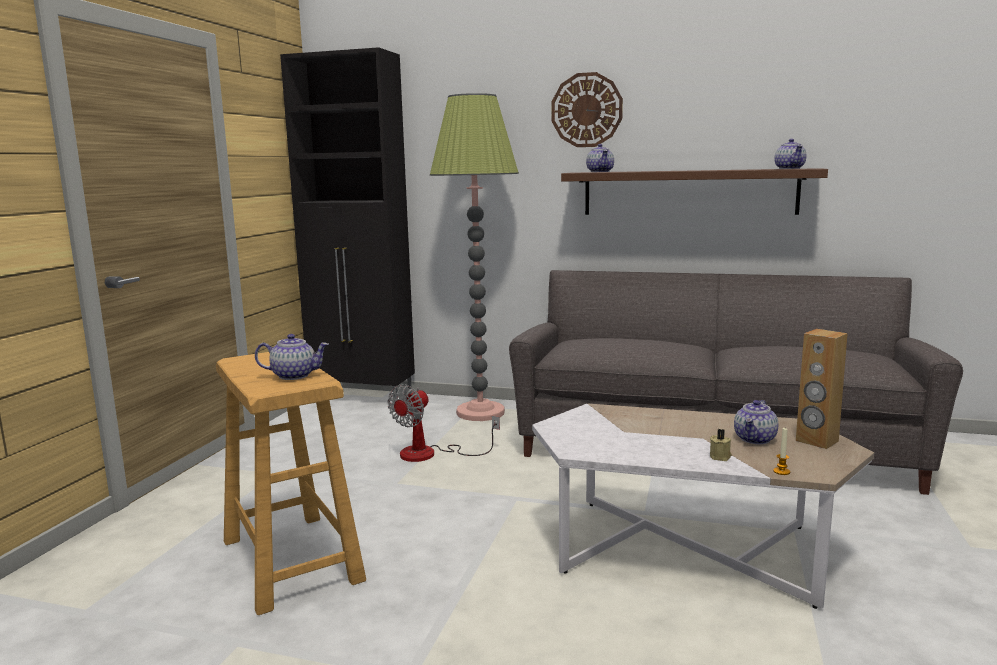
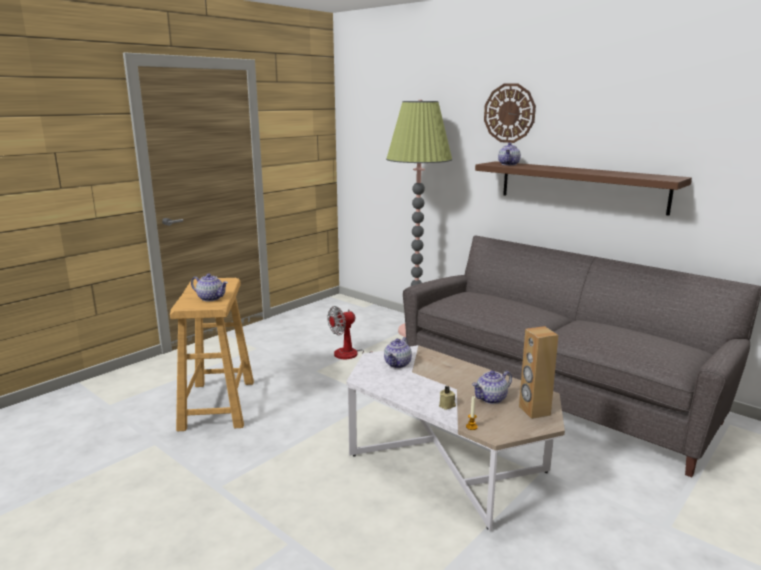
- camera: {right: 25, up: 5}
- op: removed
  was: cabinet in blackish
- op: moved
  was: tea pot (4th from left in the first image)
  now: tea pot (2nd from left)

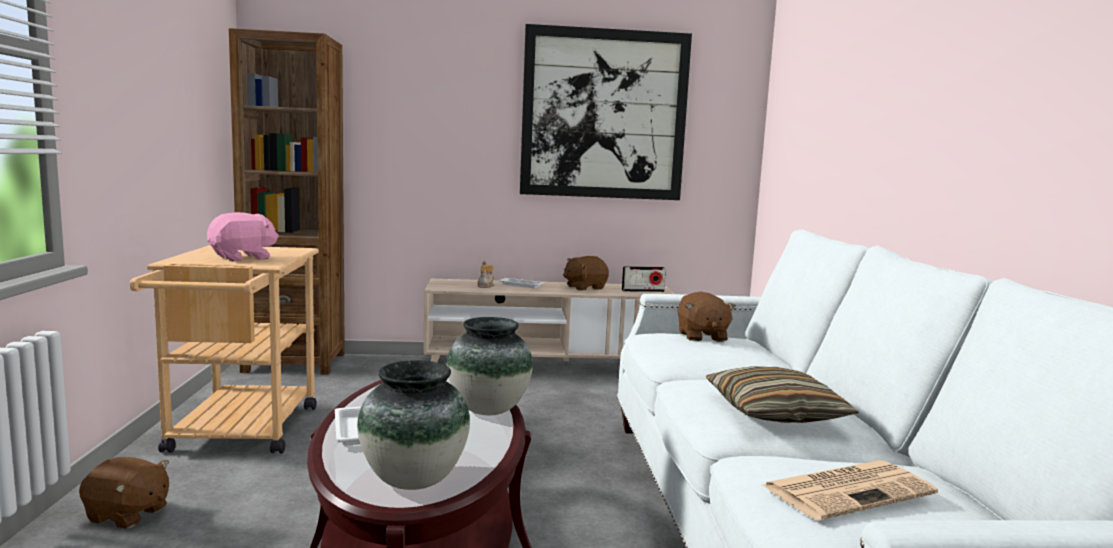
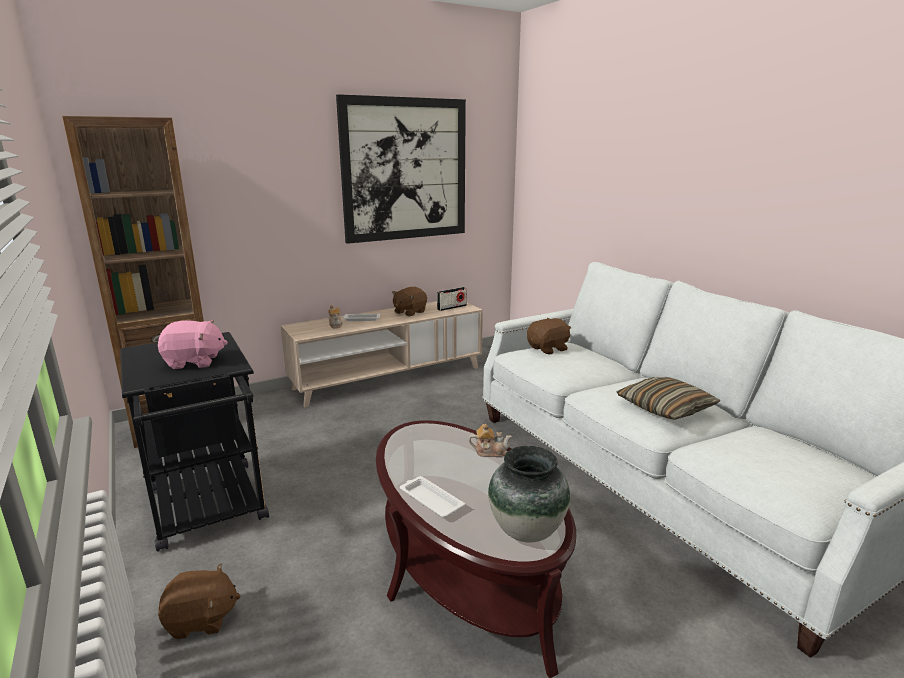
- camera: {right: -25, up: 10}
- op: recoloured
  was: trolley in beige
  now: trolley in blackish
- op: turned
  was: cuddly toy in pink-coloured
  clockwise: 60
- op: replaced
  was: vase (2nd from left)
  now: tea pot (2nd from left)
- op: turned
  was: cuddly toy in brownish (3rd from left)
  clockwise: -90
- op: removed
  was: newspaper

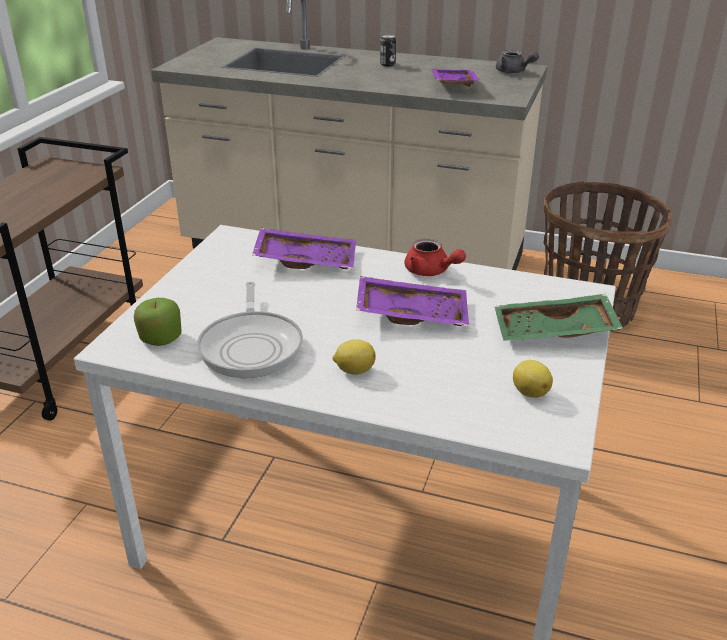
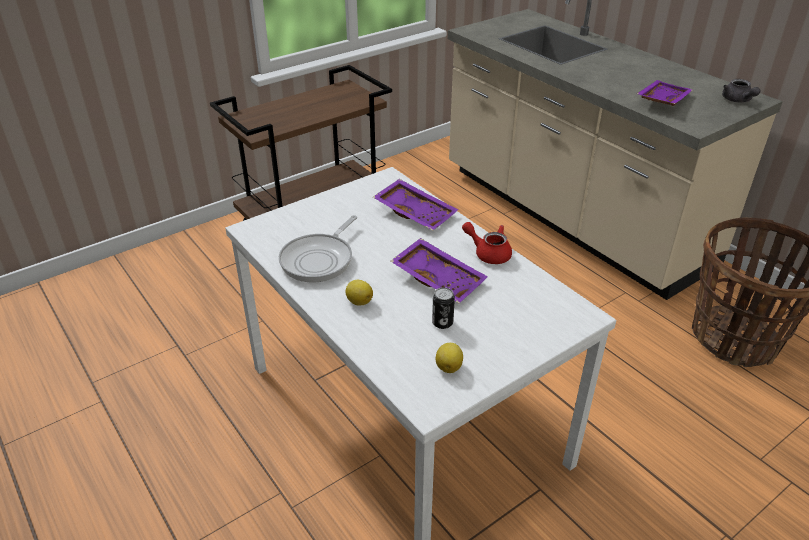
- camera: {right: 35, up: 5}
- op: removed
  was: apple
- op: moved
  was: metal can
- op: turned
  was: tea pot in red-coloured
  clockwise: 135
- op: removed
  was: carrying tray in green

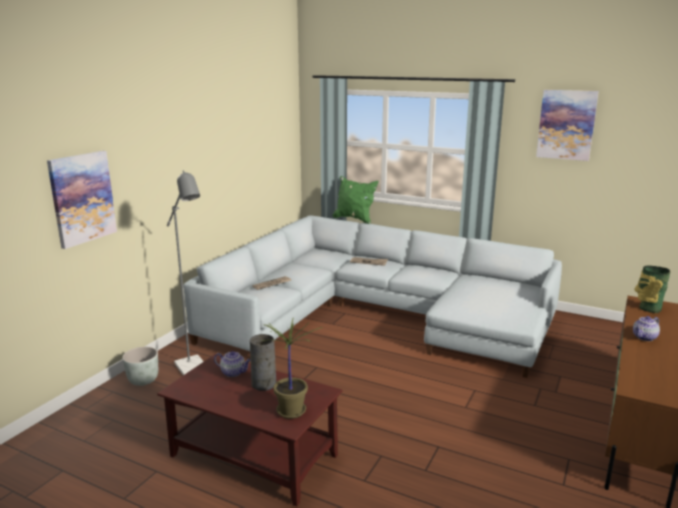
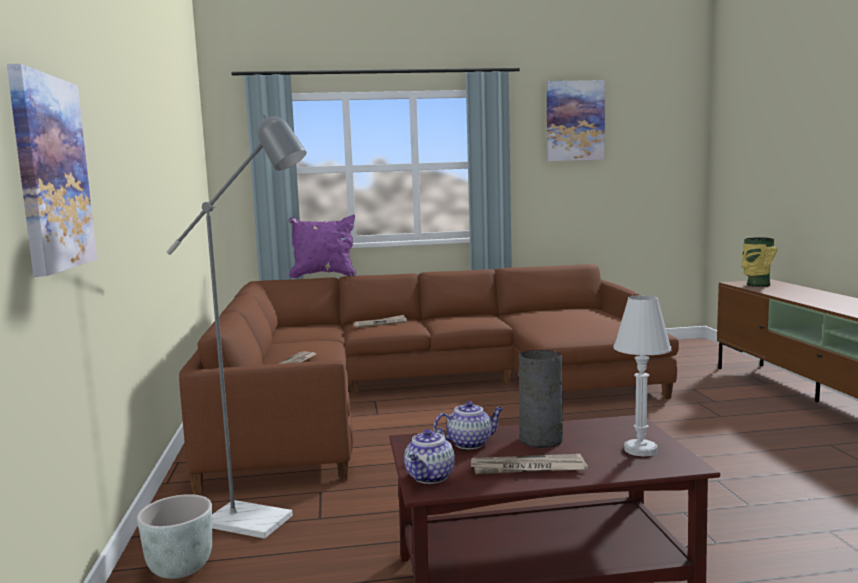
- camera: {right: -35, up: -10}
- op: recoloured
  was: settee in grey
  now: settee in brownish
- op: replaced
  was: potted plant
  now: lamp for a table in whitish
- op: recoloured
  was: pillow in green
  now: pillow in purplish
- op: moved
  was: tea pot (2nd from left in the first image)
  now: tea pot (1st from left)
- op: added
  now: newspaper (3rd from left)

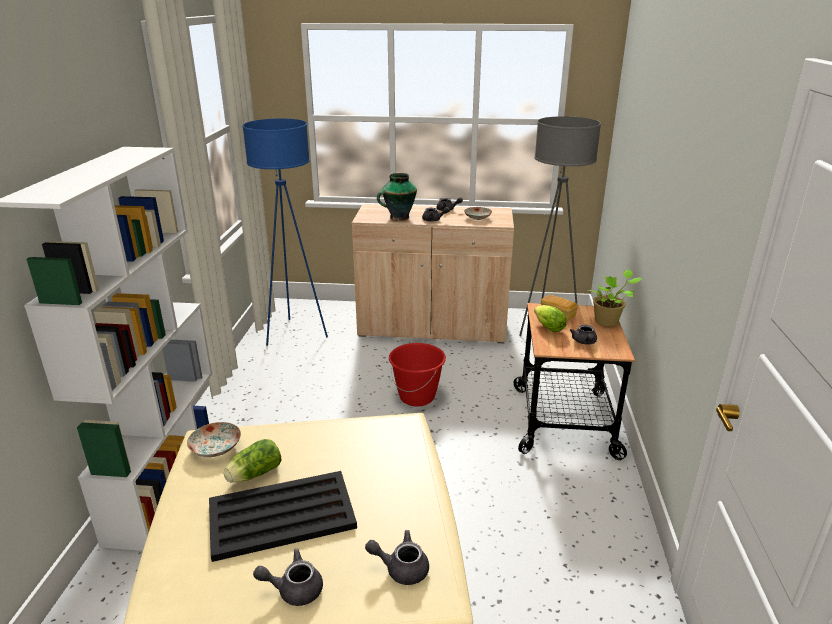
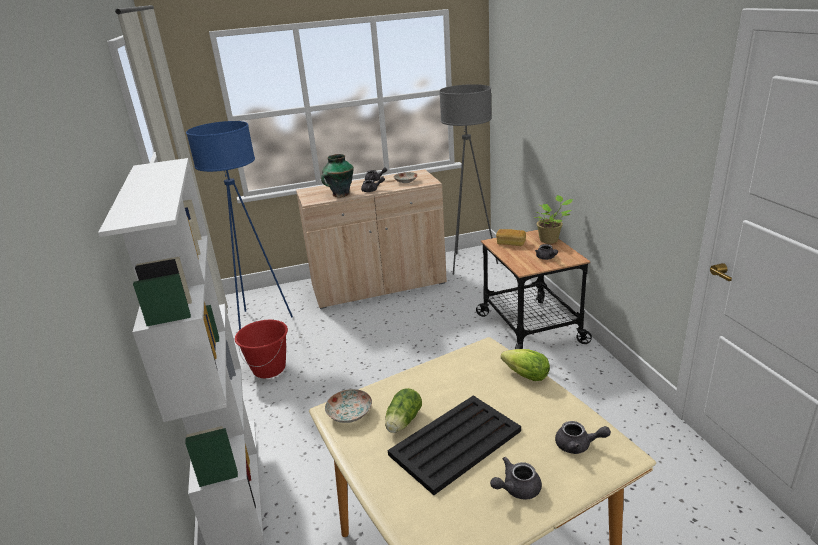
- camera: {right: -20, up: 0}
- op: turned
  was: tea pot in grey (2nd from left in the first image)
  clockwise: -150
- op: moved
  was: pail in red-coloured
- op: moved
  was: head of lettuce (2nd from left)

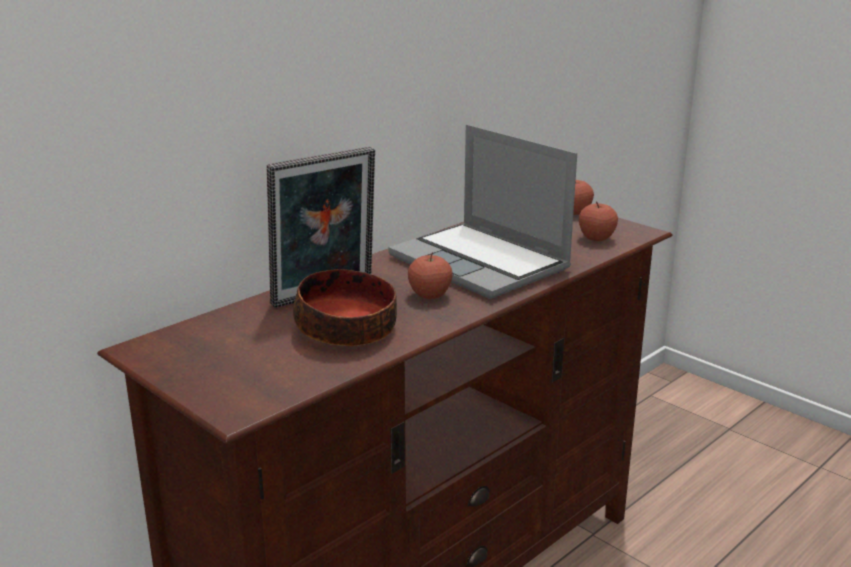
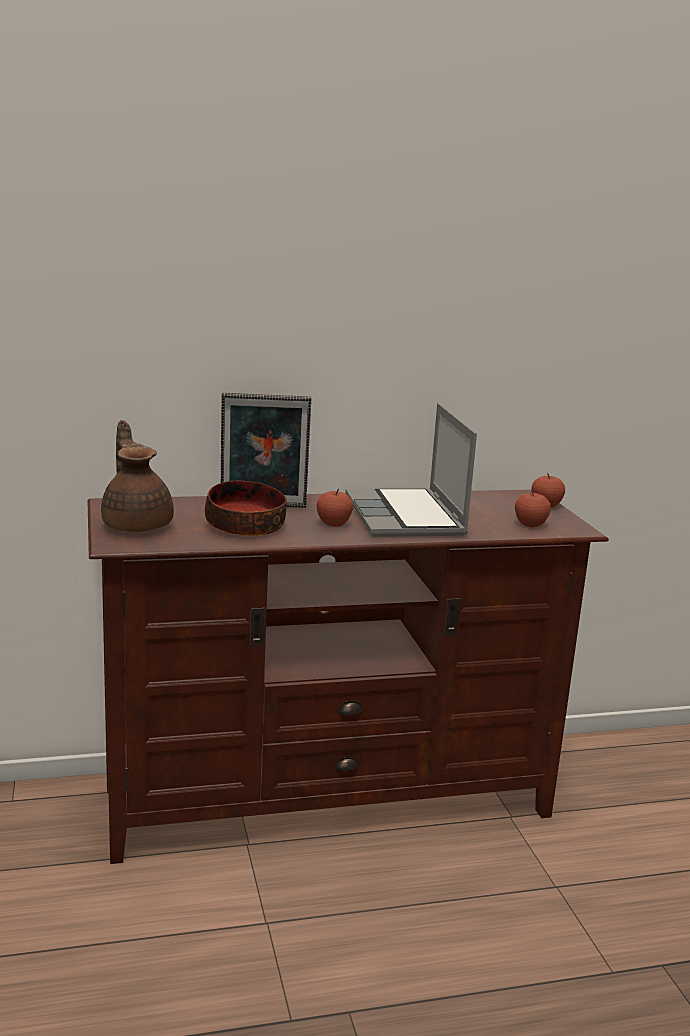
- camera: {right: 30, up: -5}
- op: added
  now: tea pot in brownish

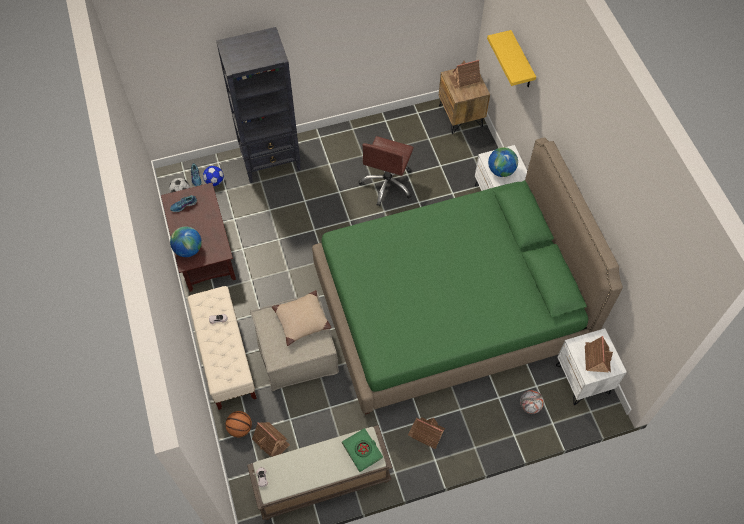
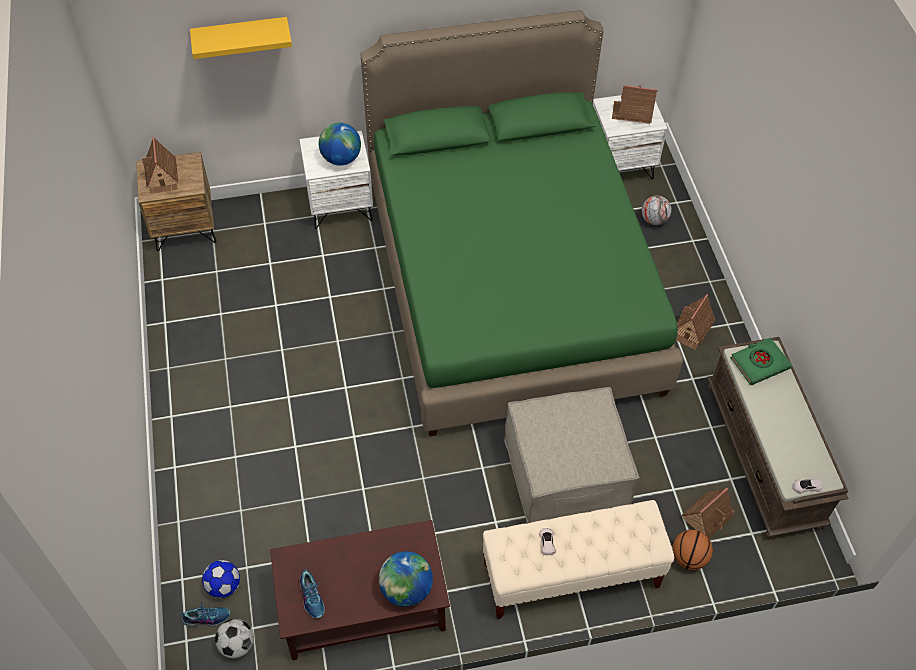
- camera: {right: -85, up: -5}
- op: removed
  was: bookcase in blackish
- op: removed
  was: pillow in beige
- op: removed
  was: office chair in brownish

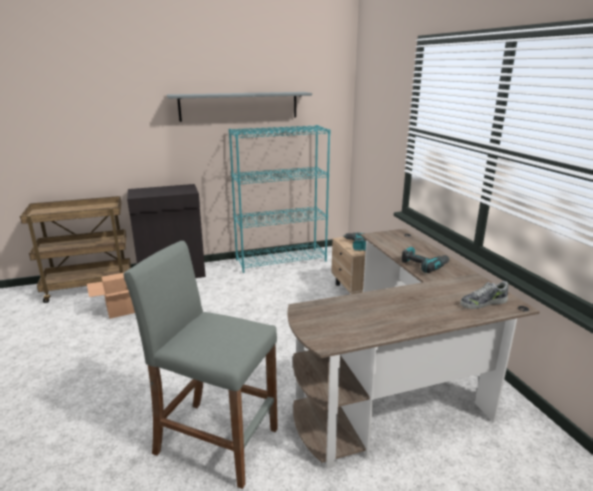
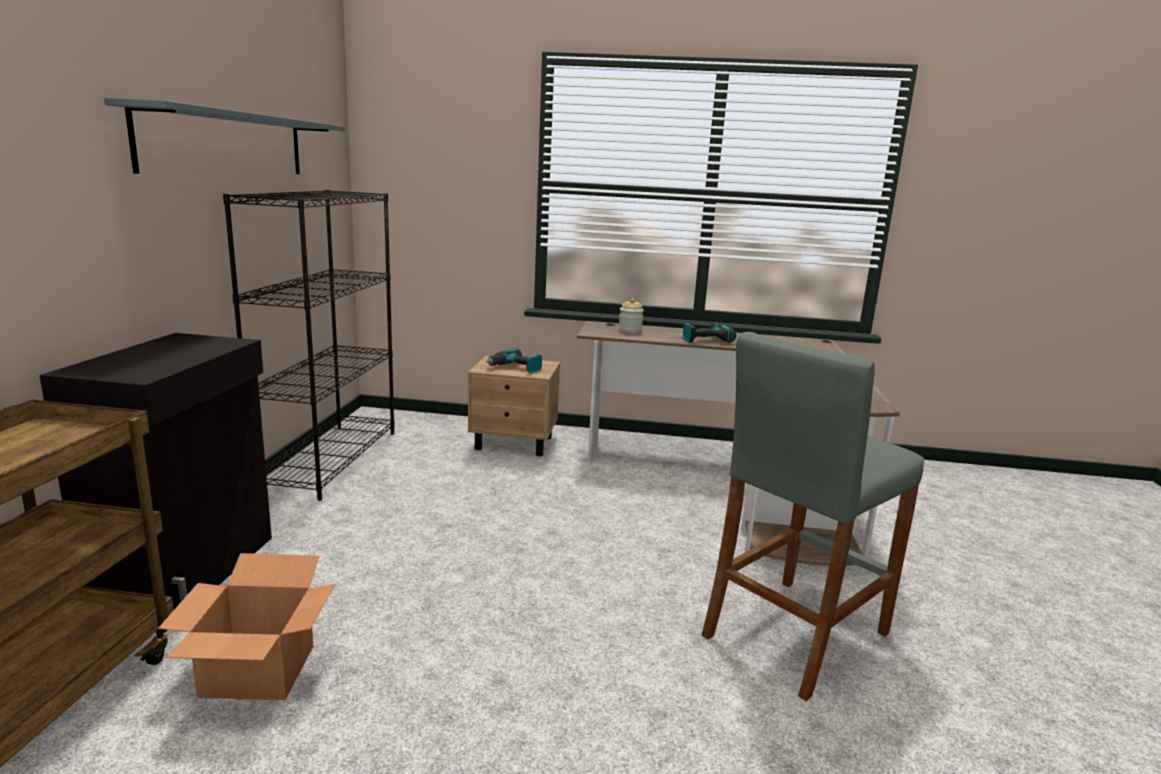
- camera: {right: -65, up: -5}
- op: recoloured
  was: bookcase in turquoise-coloured
  now: bookcase in blackish
- op: removed
  was: low shoe
- op: added
  now: preserve jar

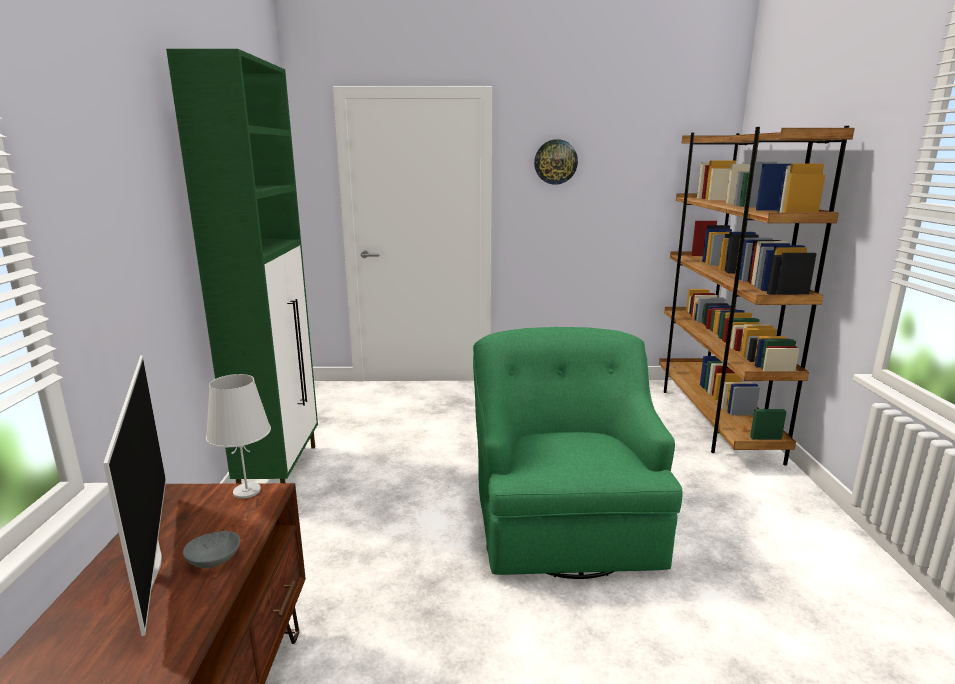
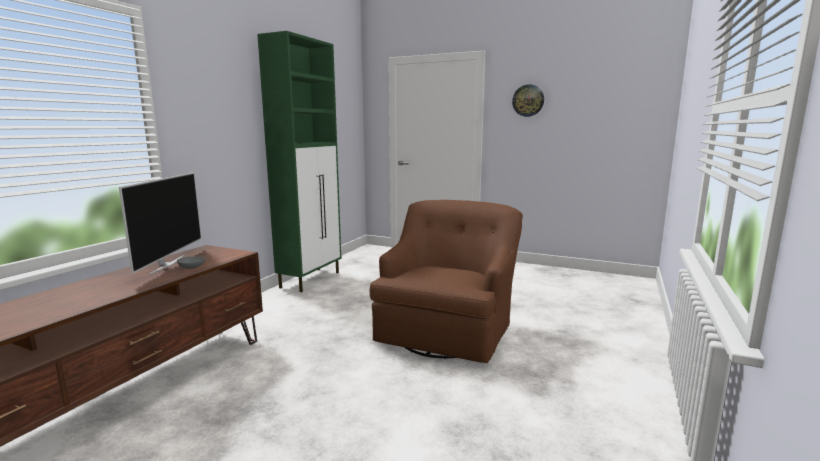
- camera: {right: 25, up: -5}
- op: removed
  was: lamp for a table in whitish
- op: recoloured
  was: lounge chair in green
  now: lounge chair in brownish
- op: removed
  was: bookcase in brownish

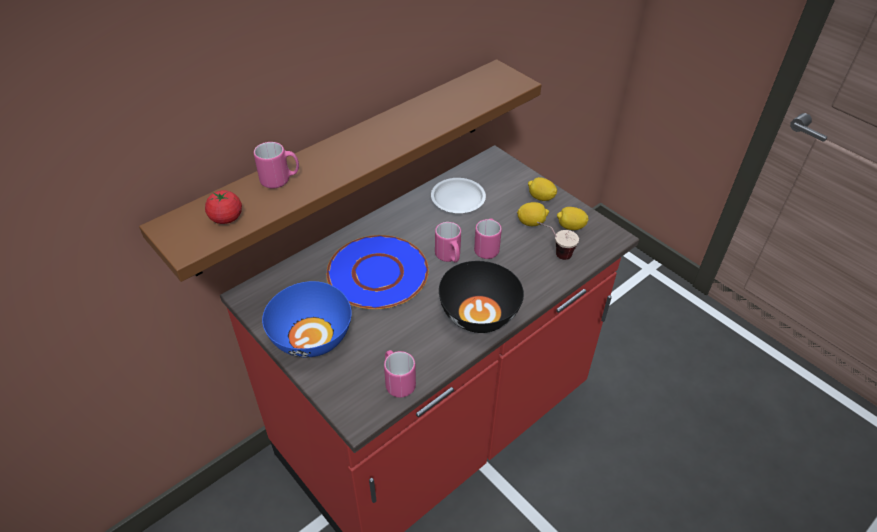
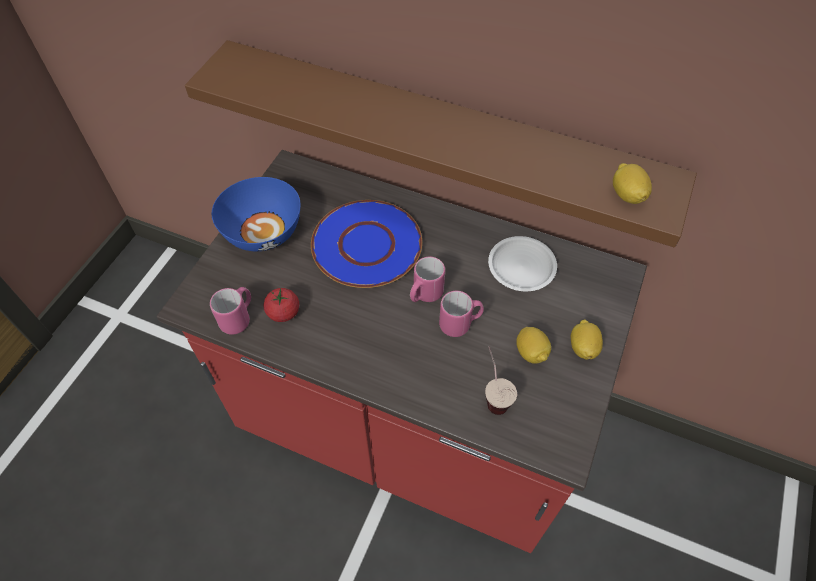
- camera: {right: 65, up: 10}
- op: moved
  was: tomato
- op: removed
  was: tea mug in pink-coloured (1st from left)
- op: removed
  was: bowl in blackish
- op: moved
  was: citrus fruit (3rd from left)

